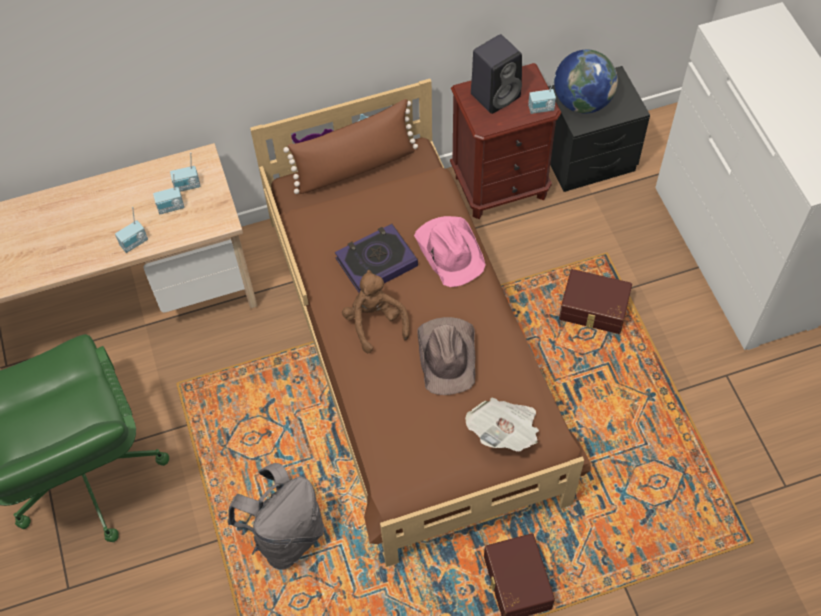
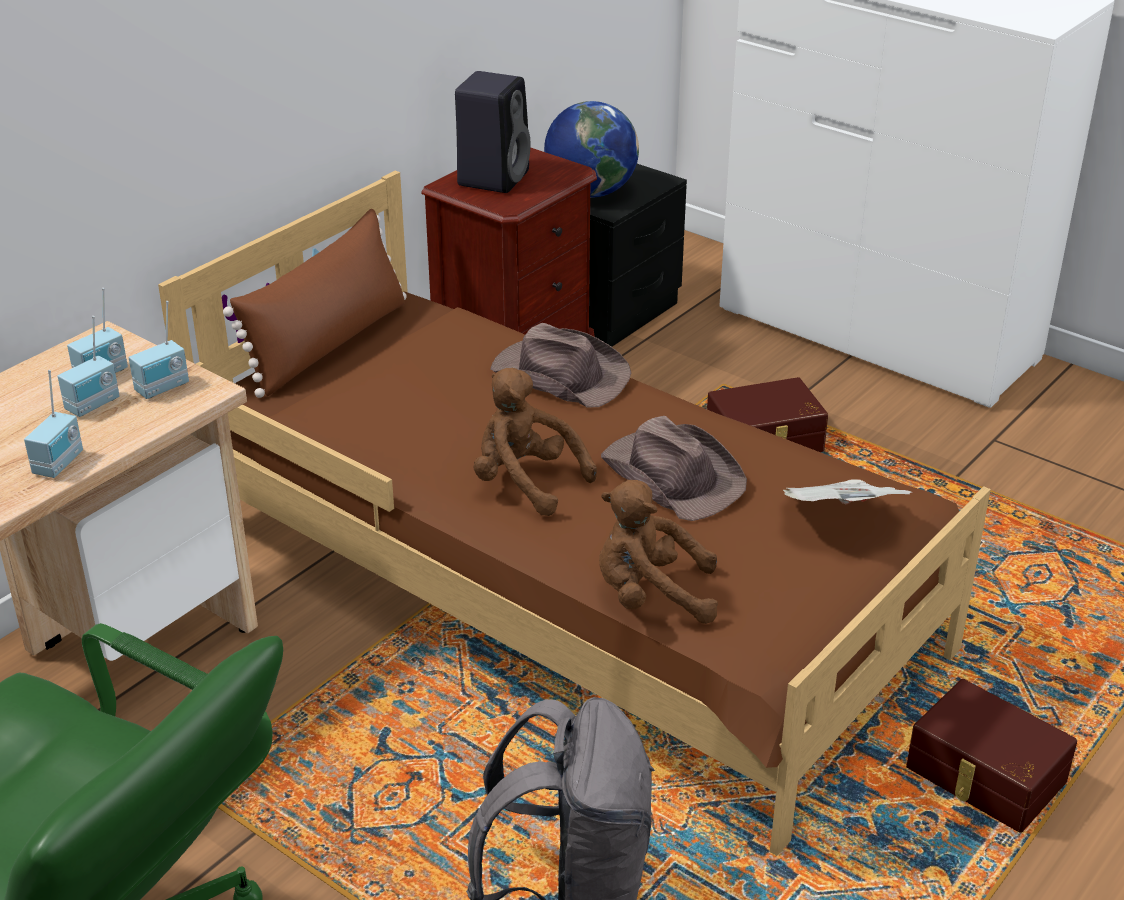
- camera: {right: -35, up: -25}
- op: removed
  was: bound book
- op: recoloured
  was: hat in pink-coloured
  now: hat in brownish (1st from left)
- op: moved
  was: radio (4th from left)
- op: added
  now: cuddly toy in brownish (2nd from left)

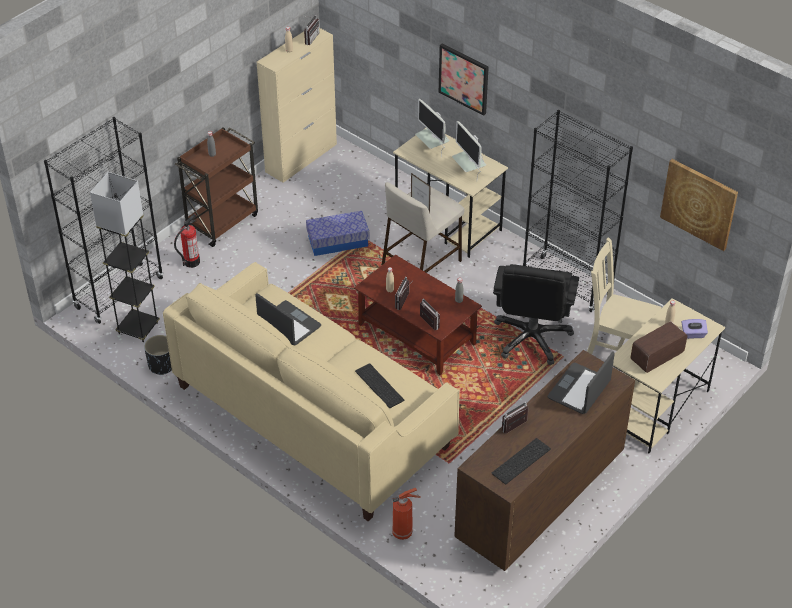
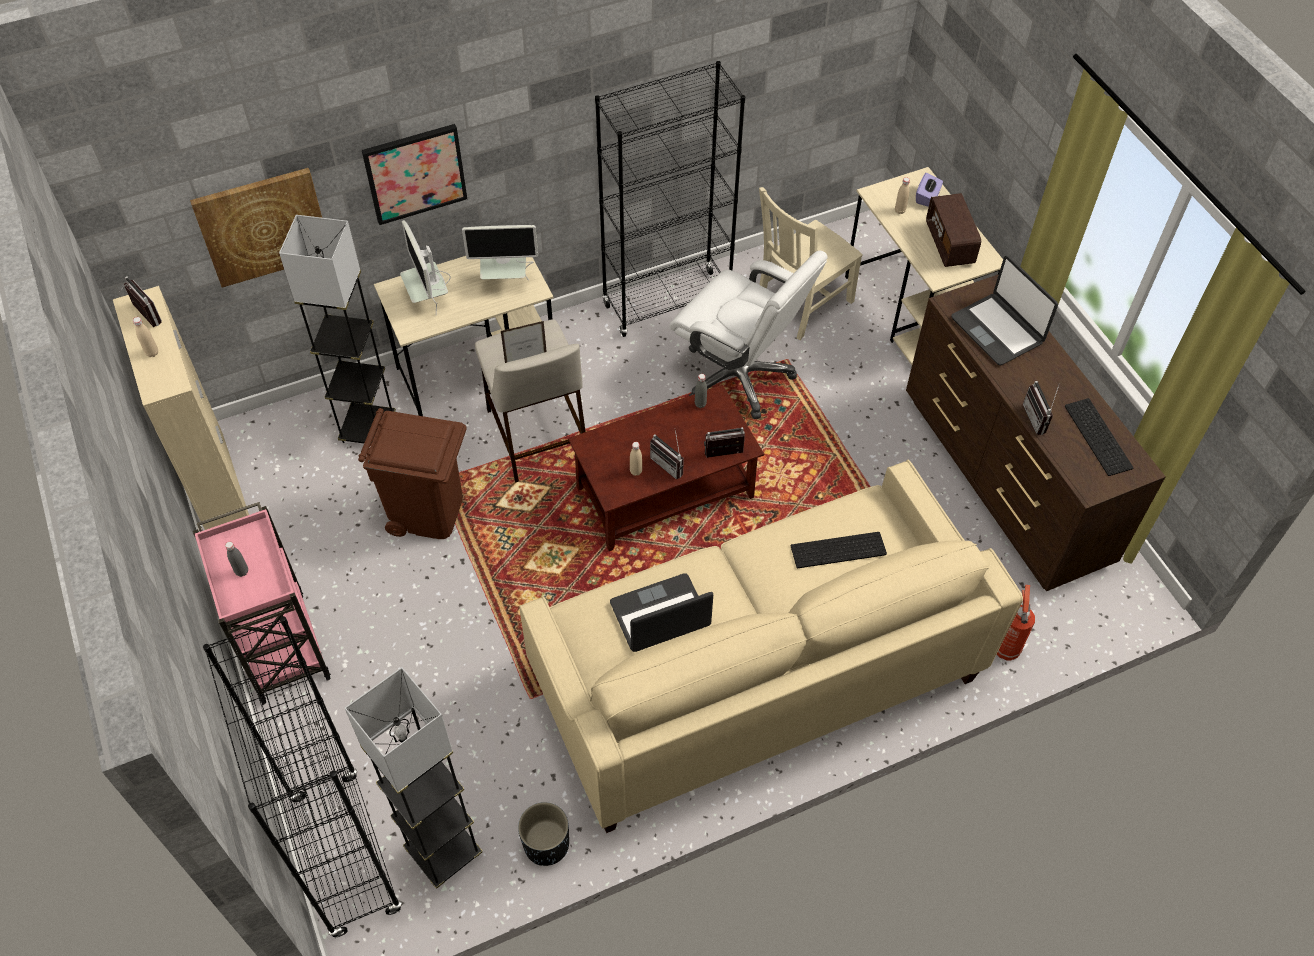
- camera: {right: -65, up: 10}
- op: removed
  was: fire-fighting cylinder (1st from left)
- op: recoloured
  was: trolley in brownish
  now: trolley in pink-coloured
- op: replaced
  was: storage container
  now: rubbish bin in brownish
- op: turned
  was: monitor (1st from left)
  clockwise: 75
- op: recoloured
  was: office chair in blackish
  now: office chair in whitish
- op: moved
  was: wall art (2nd from left in the first image)
  now: wall art (1st from left)
- op: added
  now: standing lamp in grey (1st from left)

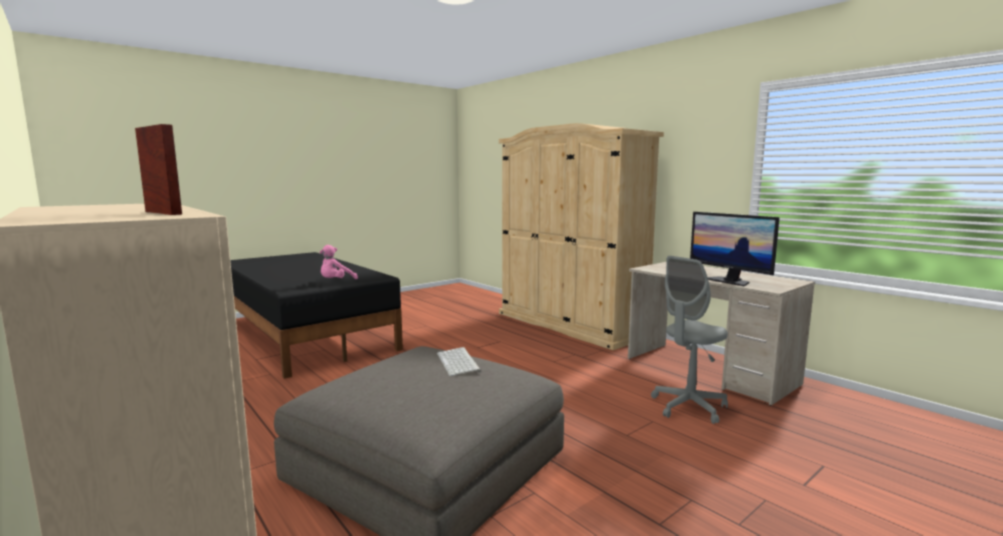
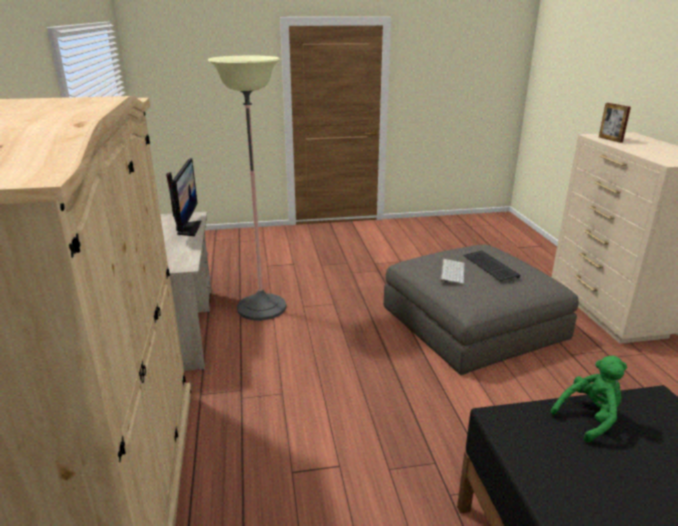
- camera: {right: -150, up: 15}
- op: recoloured
  was: cuddly toy in pink-coloured
  now: cuddly toy in green
- op: replaced
  was: office chair in grey
  now: standing lamp
- op: added
  now: computer keyboard (2nd from left)

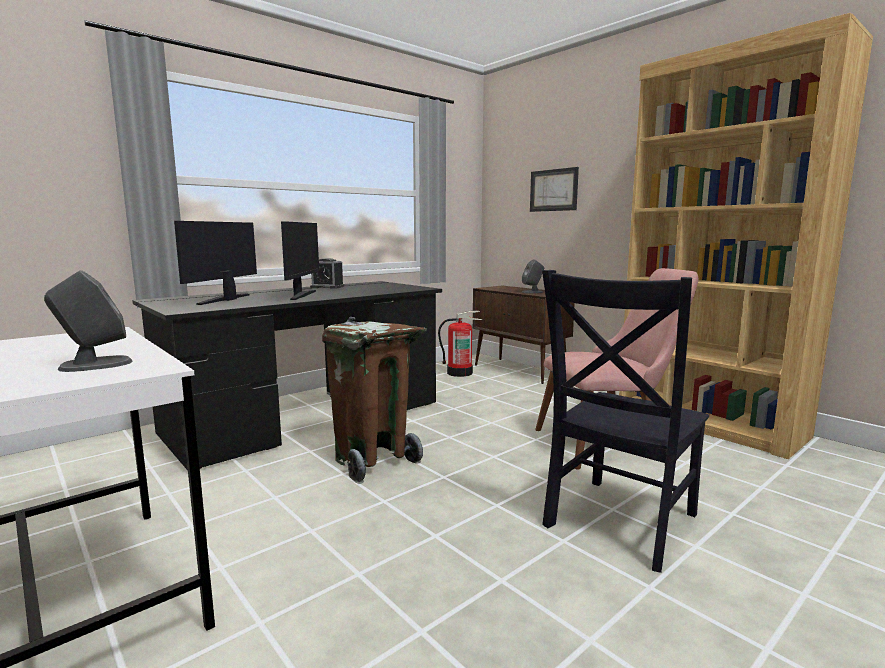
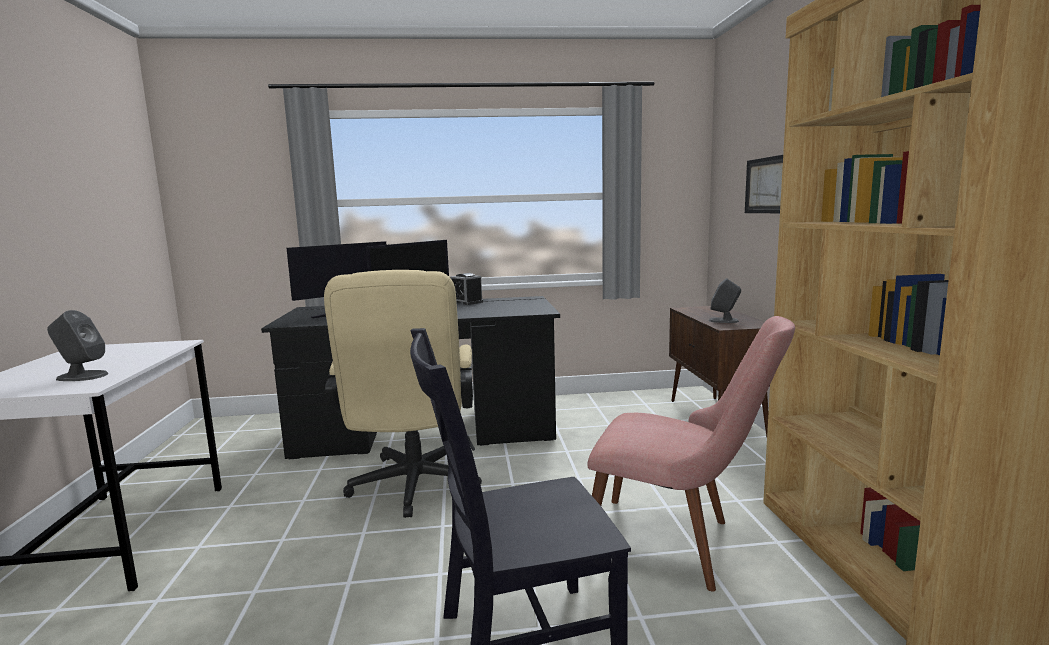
- camera: {right: 35, up: 0}
- op: replaced
  was: rubbish bin in brownish
  now: office chair in beige
- op: removed
  was: fire-fighting cylinder

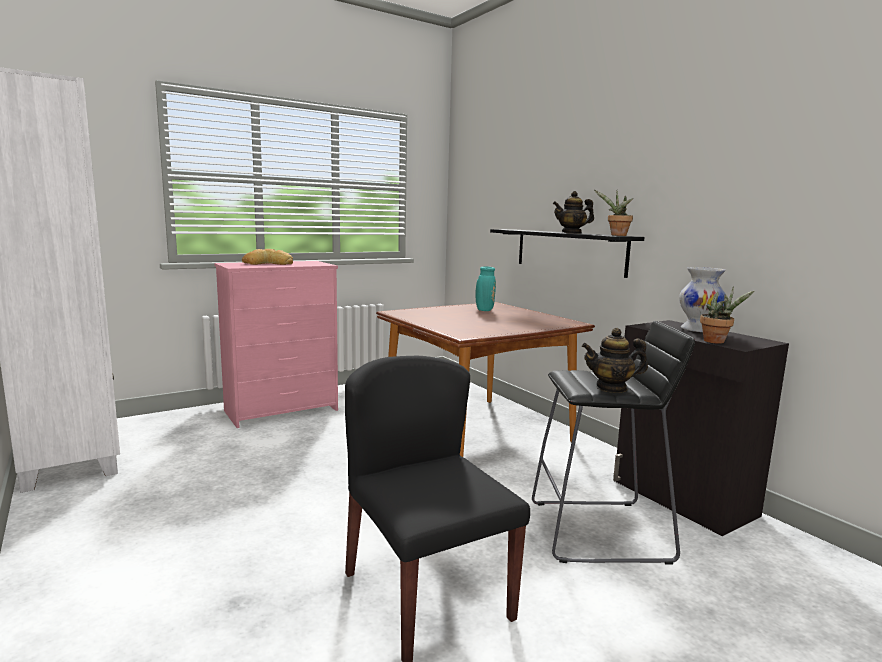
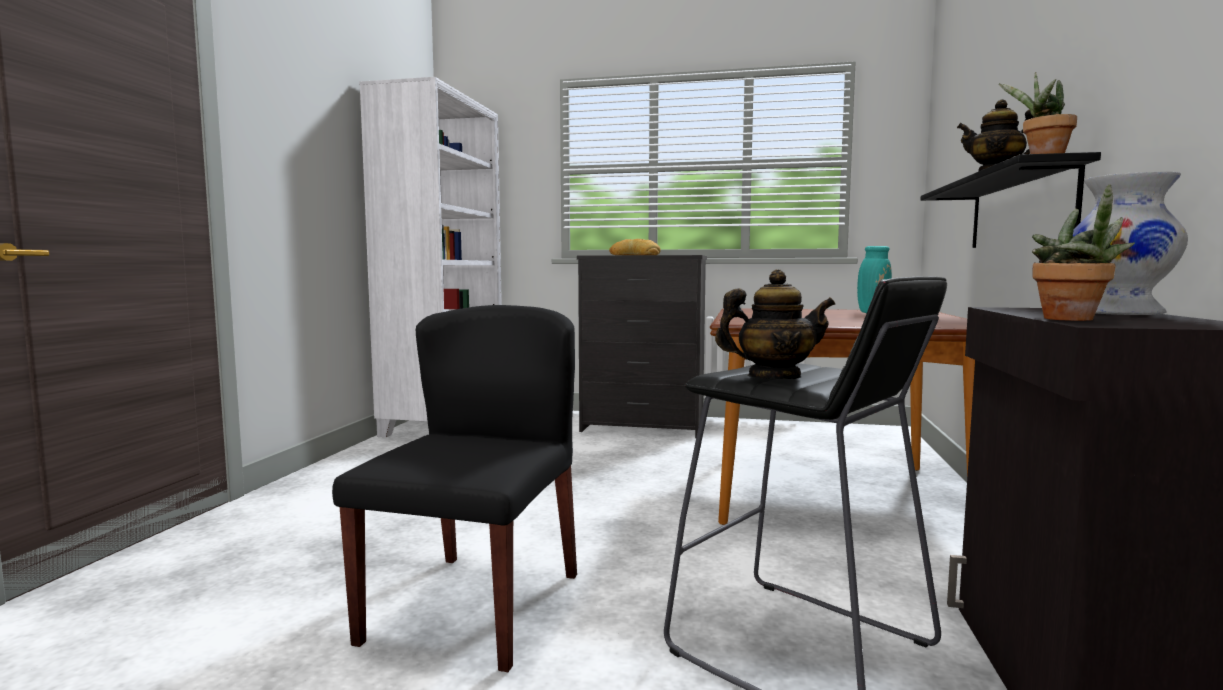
- camera: {right: 45, up: -5}
- op: recoloured
  was: chest of drawers in pink-coloured
  now: chest of drawers in blackish
- op: turned
  was: tea pot (2nd from left in the first image)
  clockwise: 135

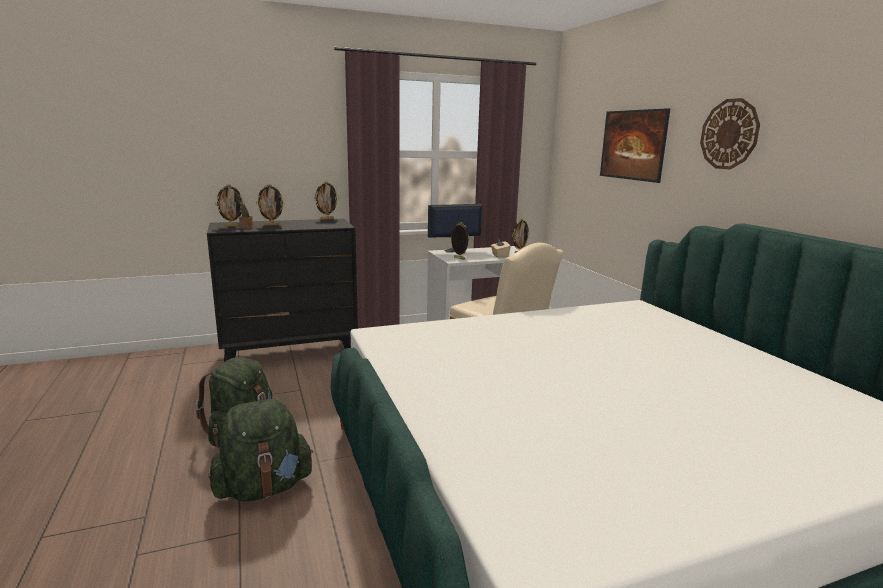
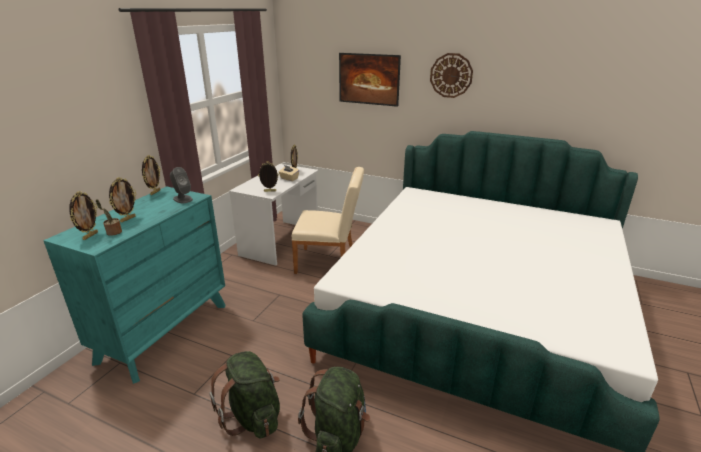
- camera: {right: -45, up: 10}
- op: recoloured
  was: chest of drawers in blackish
  now: chest of drawers in turquoise-coloured
- op: removed
  was: monitor
- op: added
  now: loudspeaker in grey

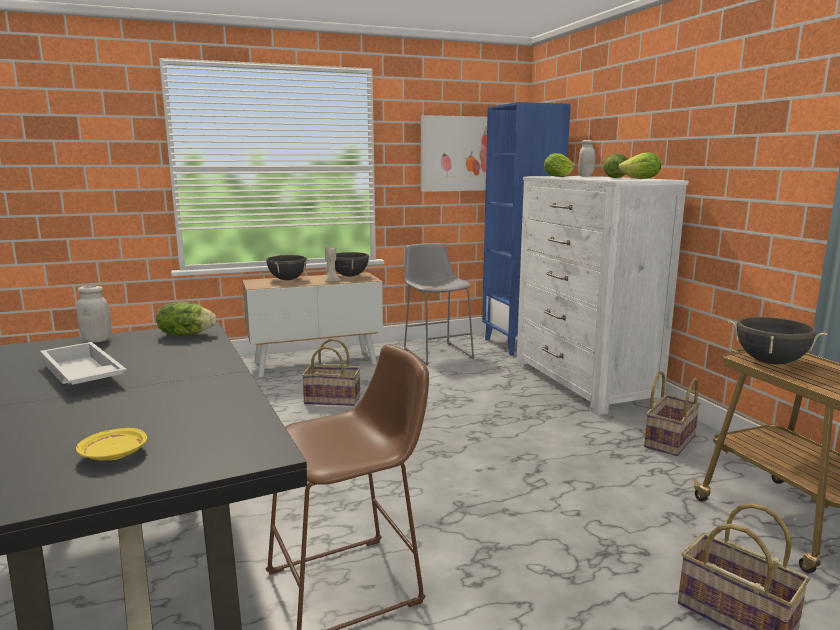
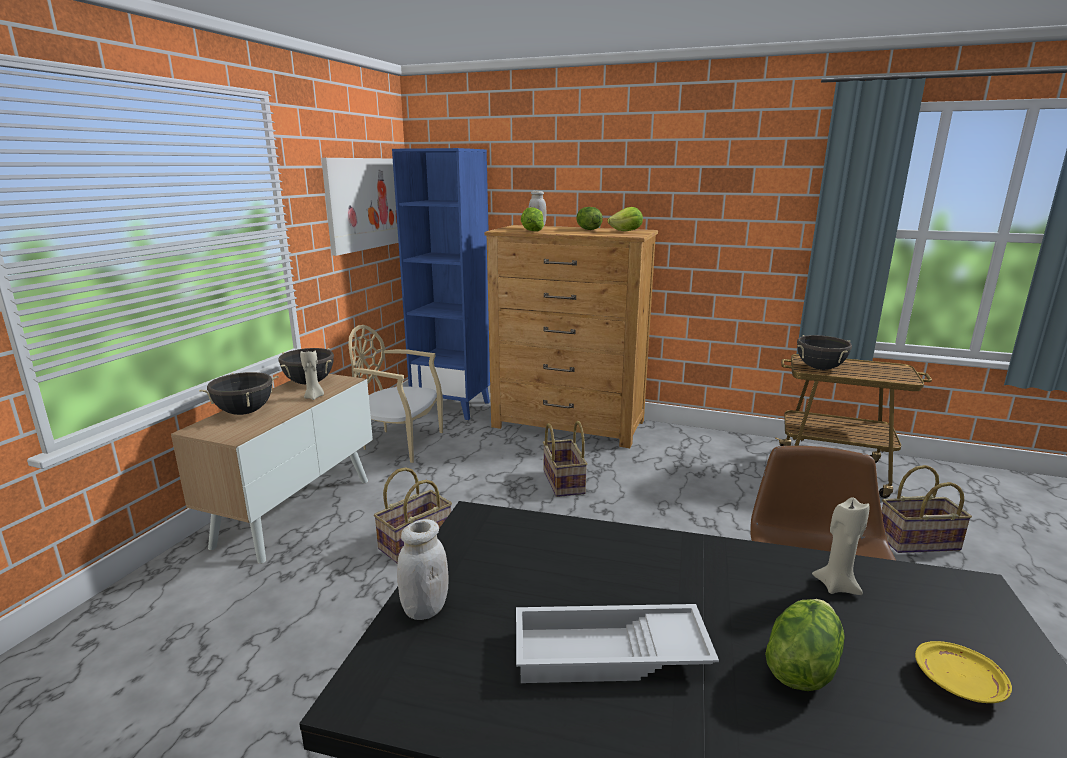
- camera: {right: -50, up: 5}
- op: moved
  was: head of lettuce (1st from left in the first image)
  now: head of lettuce (4th from left)
- op: replaced
  was: stool seat in grey
  now: plain chair in beige
- op: recoloured
  was: chest of drawers in whitish
  now: chest of drawers in brownish
- op: moved
  was: basket (2nd from left)
- op: added
  now: candle in beige (2nd from left)

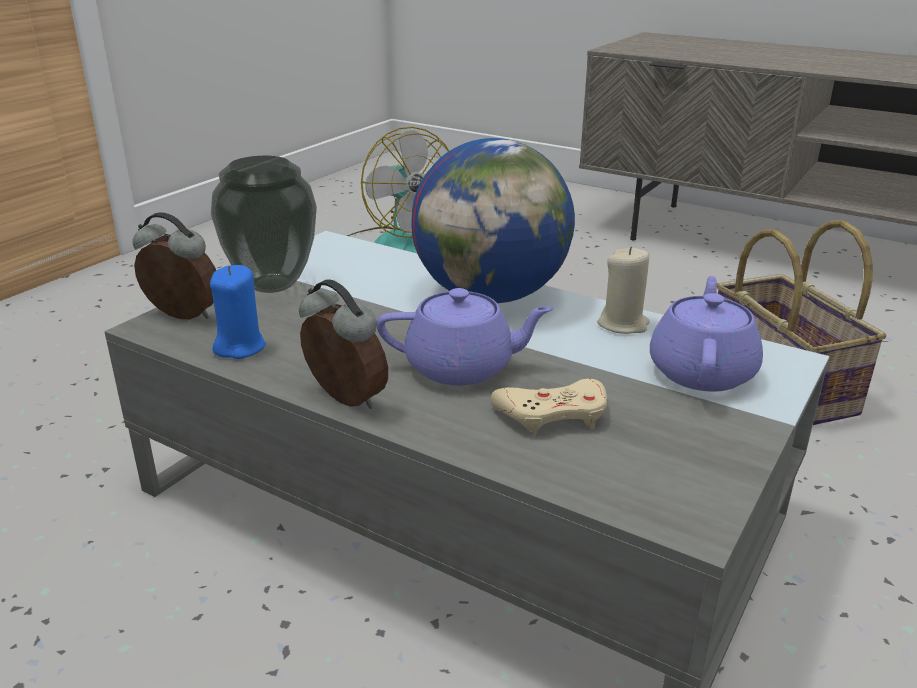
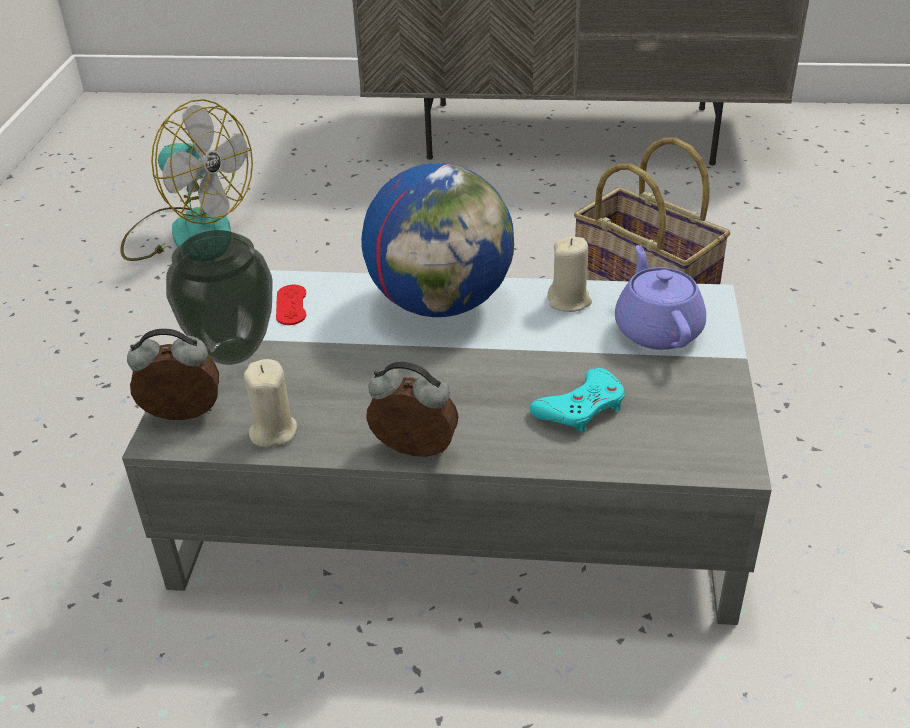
- camera: {right: -25, up: 10}
- op: recoloured
  was: candle in bluish
  now: candle in beige (1st from left)
- op: removed
  was: tea pot in purplish (1st from left)
- op: recoloured
  was: joypad in beige
  now: joypad in turquoise-coloured
- op: added
  now: joypad in red-coloured

